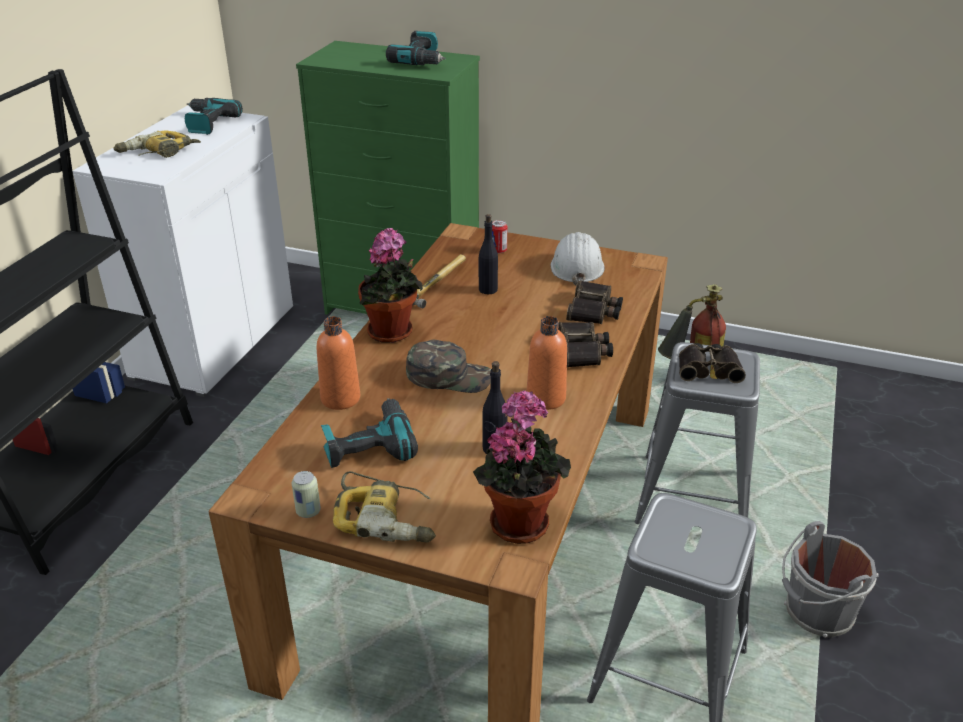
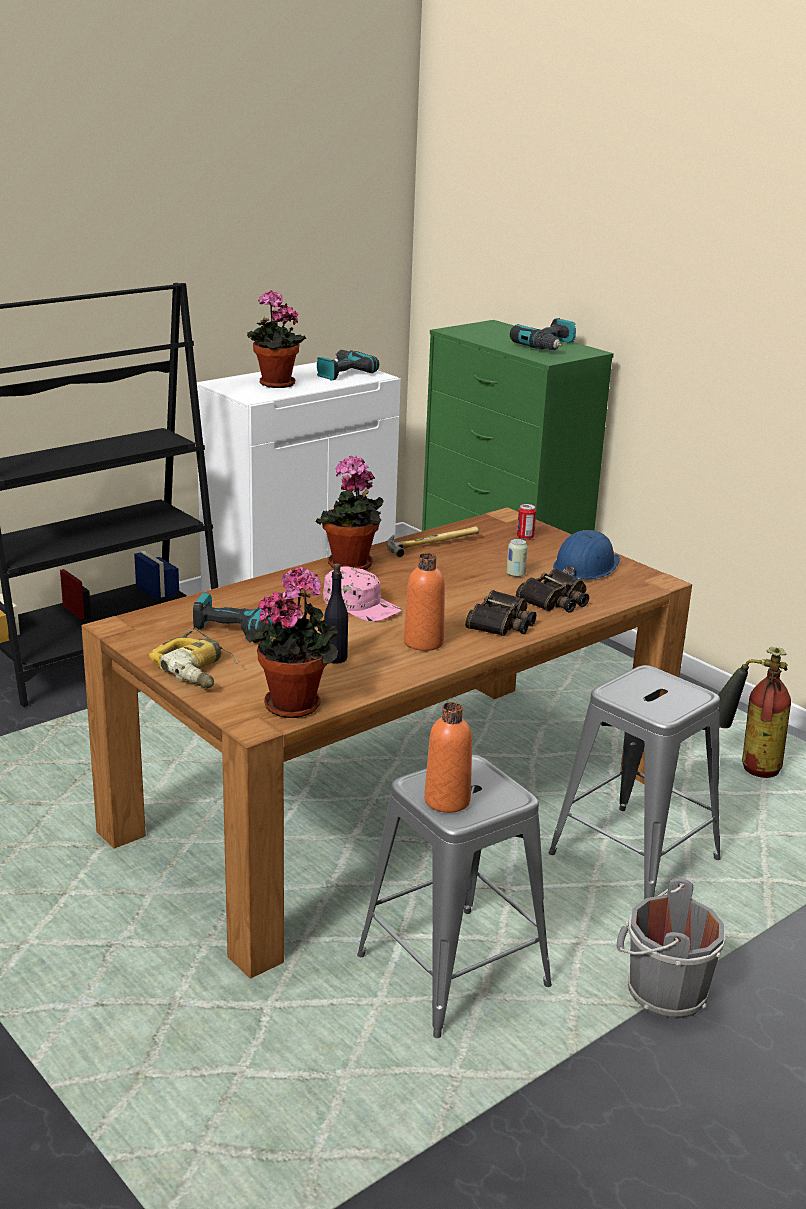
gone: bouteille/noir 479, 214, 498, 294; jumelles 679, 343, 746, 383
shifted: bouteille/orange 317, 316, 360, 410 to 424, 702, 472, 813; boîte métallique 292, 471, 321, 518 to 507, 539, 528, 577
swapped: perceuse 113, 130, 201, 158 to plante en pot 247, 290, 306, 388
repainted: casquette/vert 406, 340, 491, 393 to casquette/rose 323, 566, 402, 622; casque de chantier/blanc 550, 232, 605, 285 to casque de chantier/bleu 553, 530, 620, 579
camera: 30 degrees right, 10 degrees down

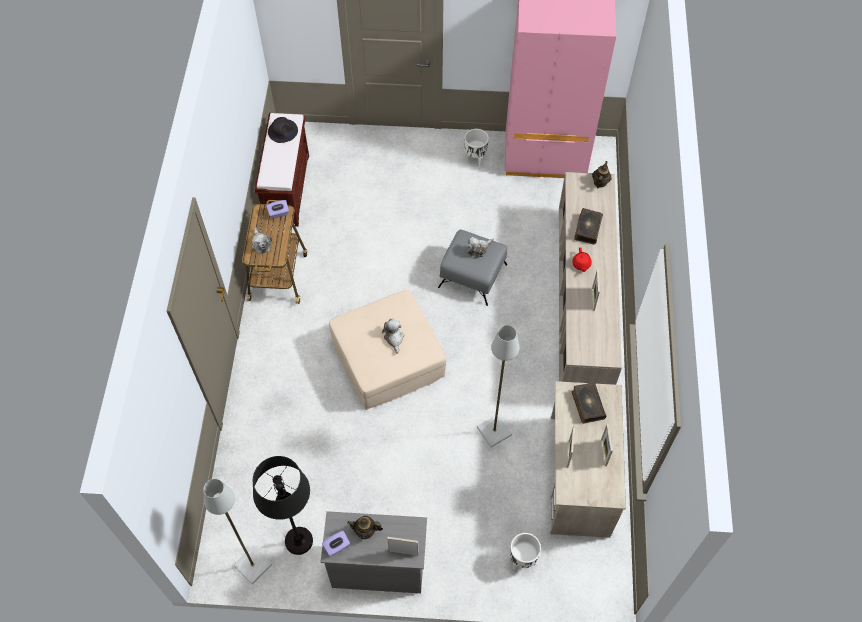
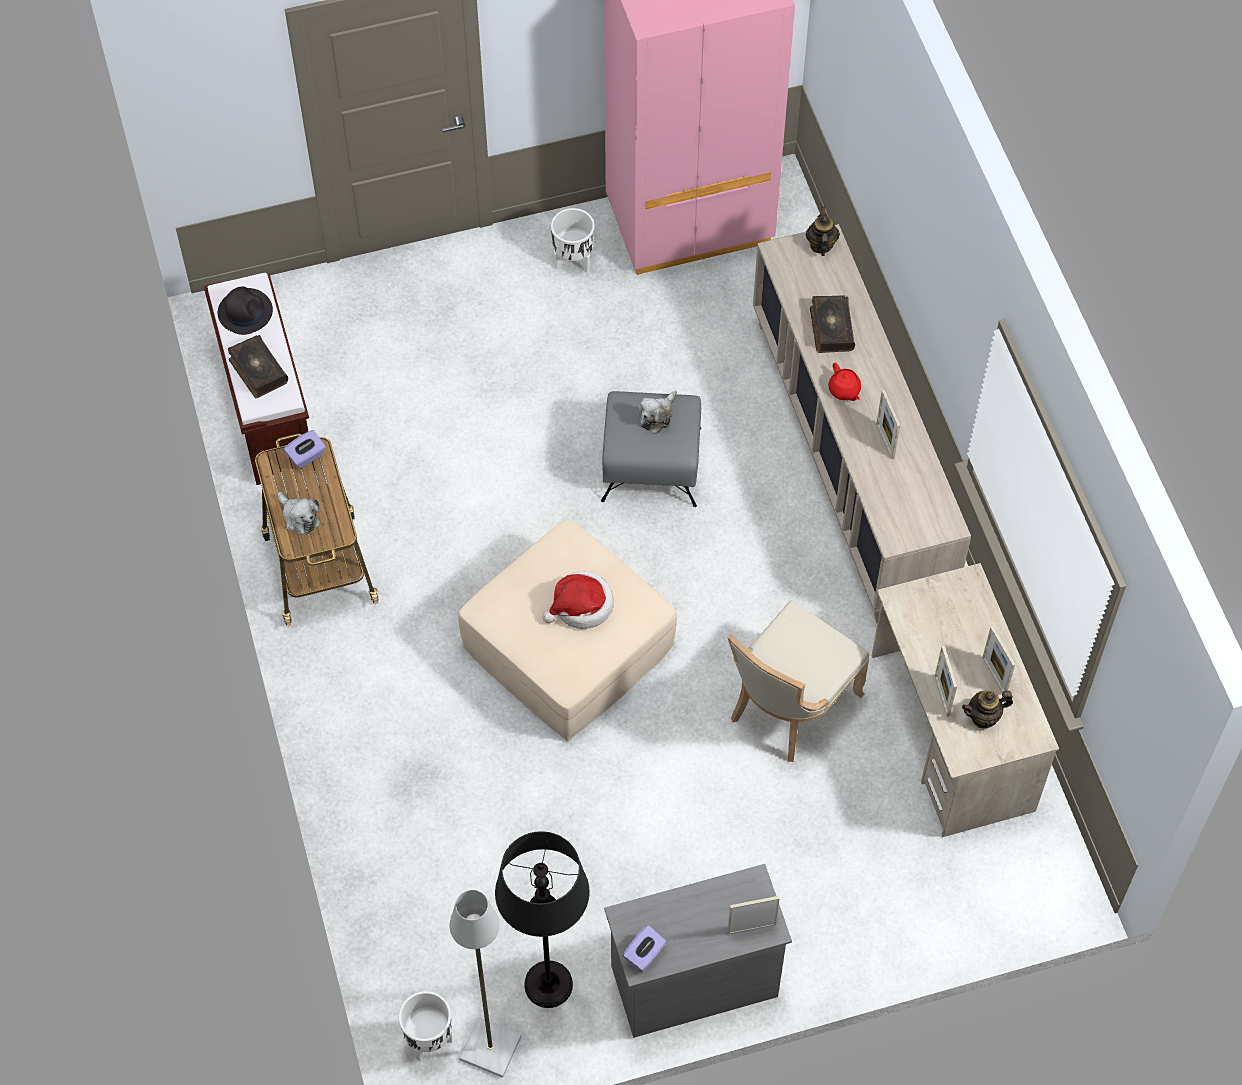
shifted: livre 572, 383, 607, 424 to 228, 335, 288, 398; cache-pot/blanc 510, 533, 541, 570 to 399, 991, 452, 1061; théière 347, 516, 383, 539 to 962, 690, 1013, 729
swapped: peluche 382, 319, 404, 354 to chapeau 542, 571, 614, 629; lampadaire/gris 477, 325, 520, 447 to chaise/beige 728, 600, 869, 762
camera: 20 degrees left, 0 degrees up

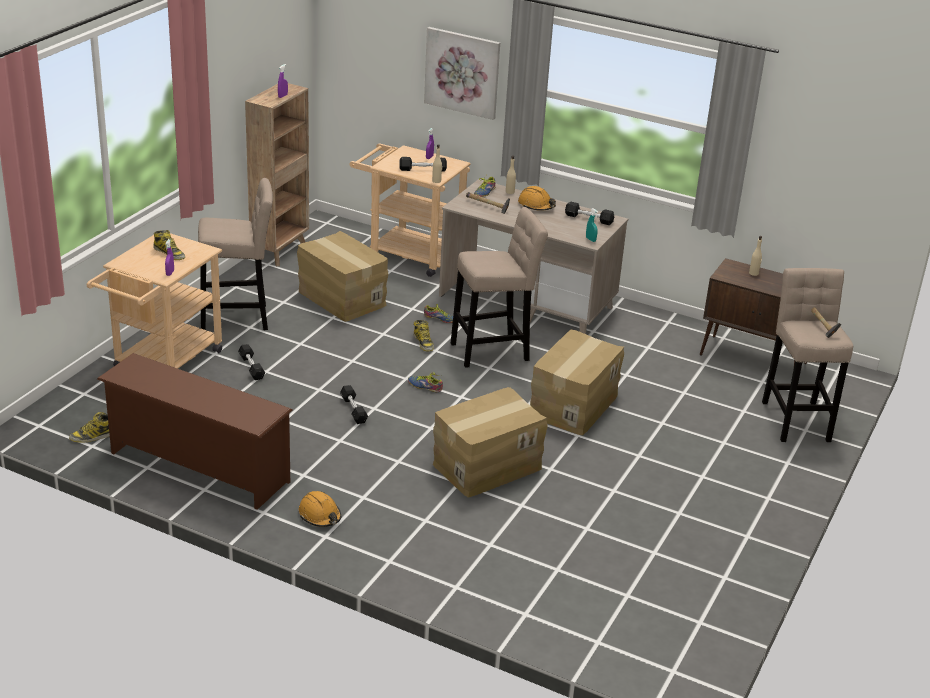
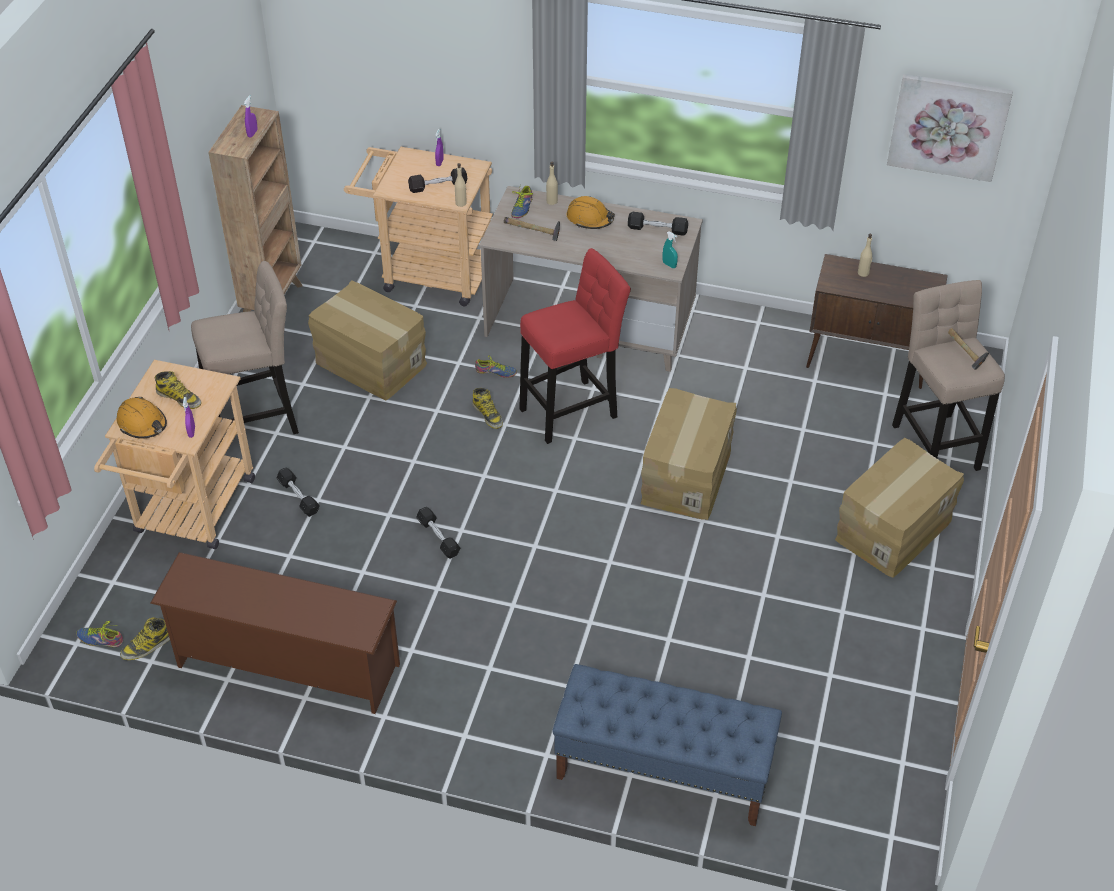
new: banc/bleu 552, 664, 782, 826
shifted: chaussure 408, 373, 443, 392 to 76, 621, 123, 648; casque de chantier/orange 299, 491, 341, 527 to 116, 397, 167, 439; carton 433, 387, 548, 498 to 835, 438, 964, 578; tableau 424, 27, 500, 120 to 887, 74, 1013, 182
repainted: tabouret/beige 451, 207, 548, 368 to tabouret/rouge 519, 248, 631, 444
camera: 10 degrees left, 15 degrees up

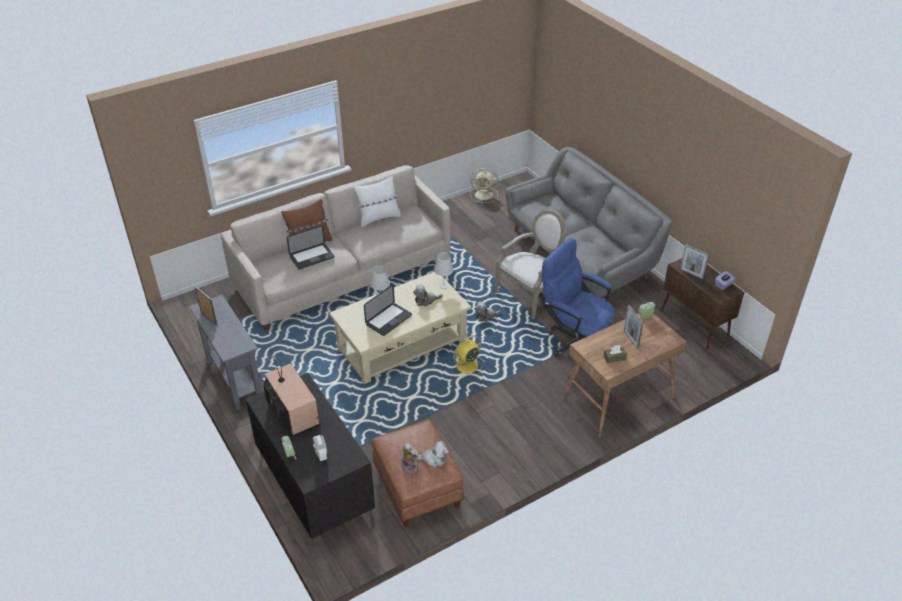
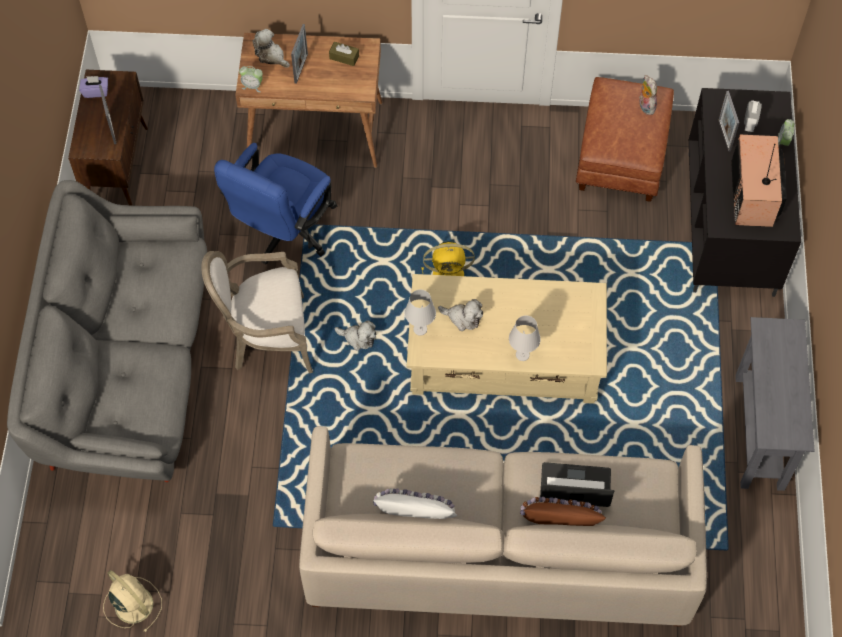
gone: ordinateur portable 364, 284, 412, 336
shifted: peluche 417, 440, 449, 468 to 252, 29, 290, 68; cadre photo 195, 286, 217, 325 to 719, 91, 739, 152
rotated: chaise de bureau/bleu 542, 238, 615, 357 = 214, 143, 337, 264 45 degrees clockwise
camera: 145 degrees left, 20 degrees up

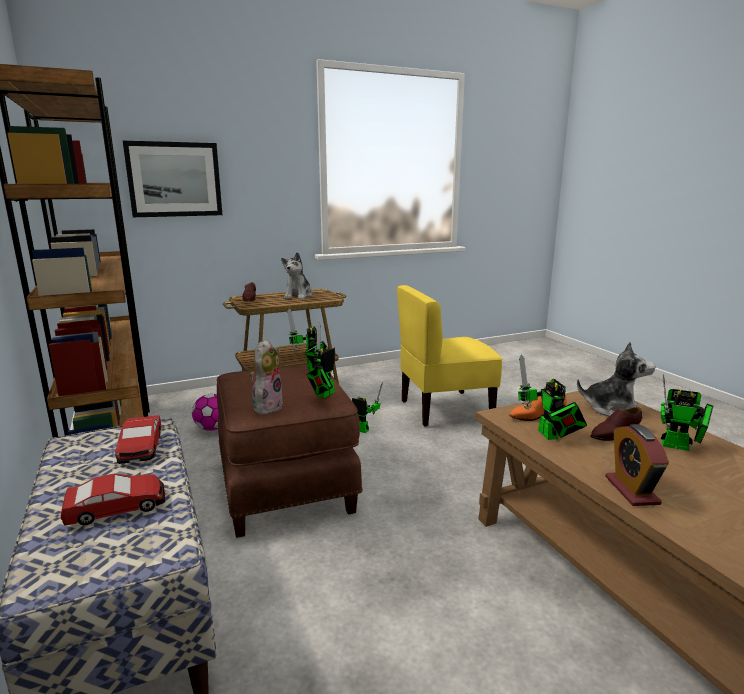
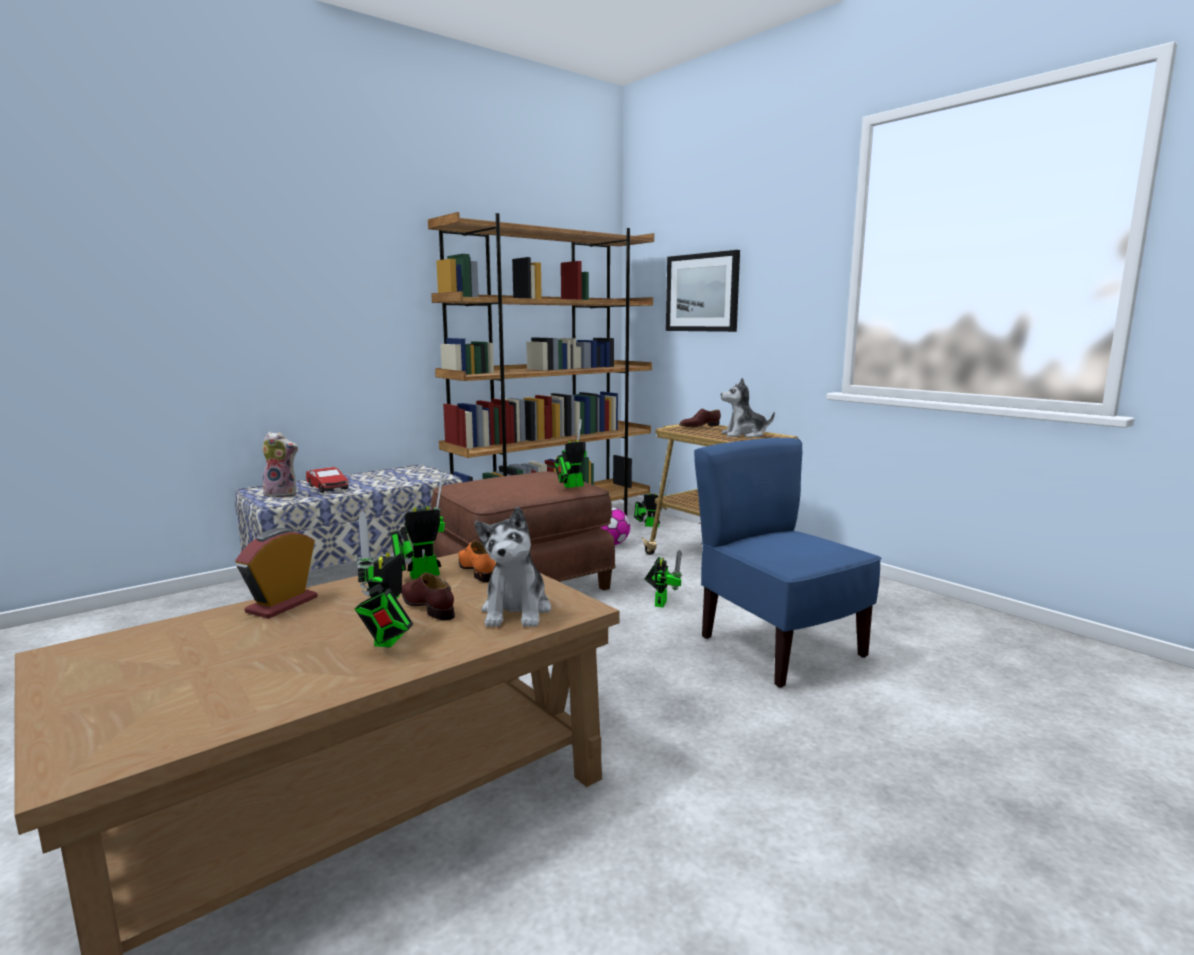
gone: petite voiture 115, 415, 162, 464
shifted: peluche 250, 339, 284, 415 to 262, 432, 298, 498; robot jouet 306, 323, 335, 398 to 634, 478, 670, 527
repainted: chaise/jaune 397, 285, 503, 427 to chaise/bleu 694, 438, 882, 688
rotated: réveil 605, 424, 669, 506 = 235, 528, 317, 619 45 degrees counterclockwise
camera: 75 degrees right, 5 degrees down

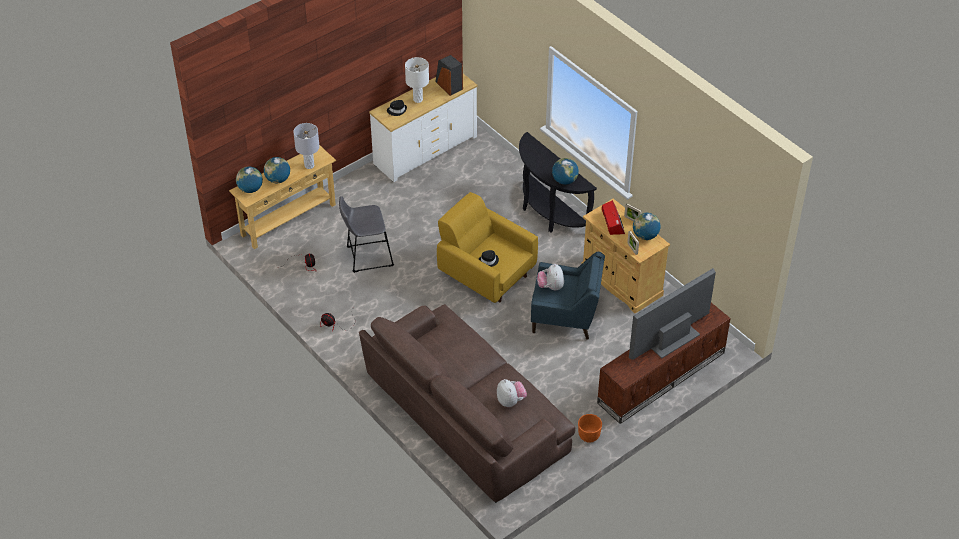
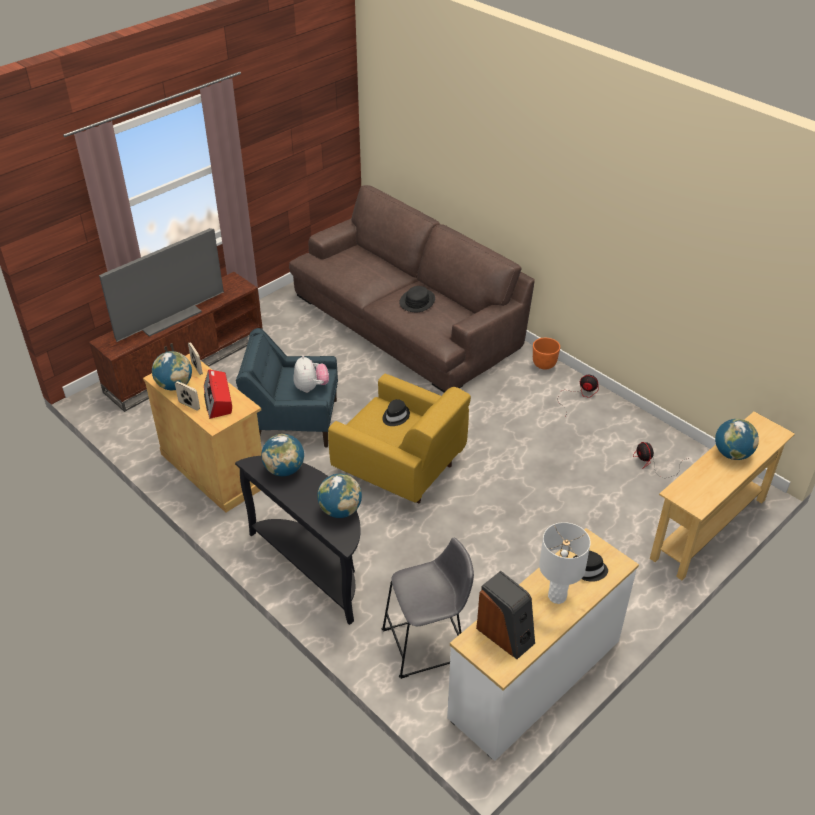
gone: lampe de table/gris 293, 123, 320, 169; peluche 497, 379, 527, 407
new: chapeau/noir 399, 286, 435, 312
shifted: globe 236, 167, 263, 193 to 317, 474, 362, 518; tabouret/gris 339, 196, 394, 273 to 382, 538, 474, 679; cache-pot/orange 578, 414, 602, 443 to 533, 338, 560, 370
camera: 175 degrees right, 5 degrees down

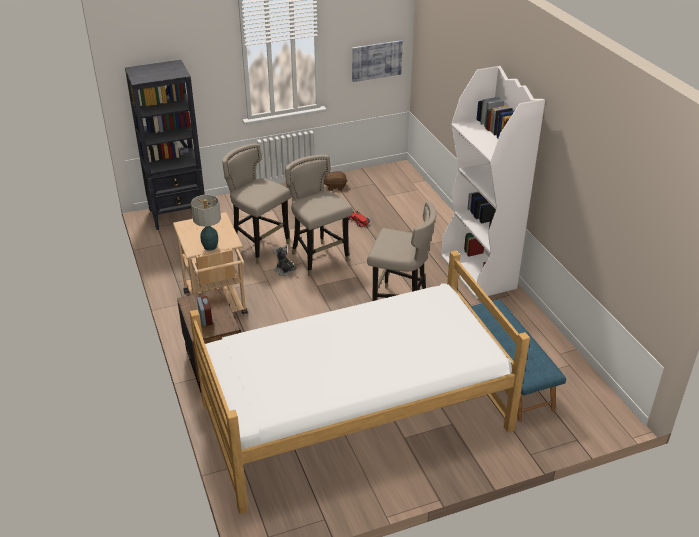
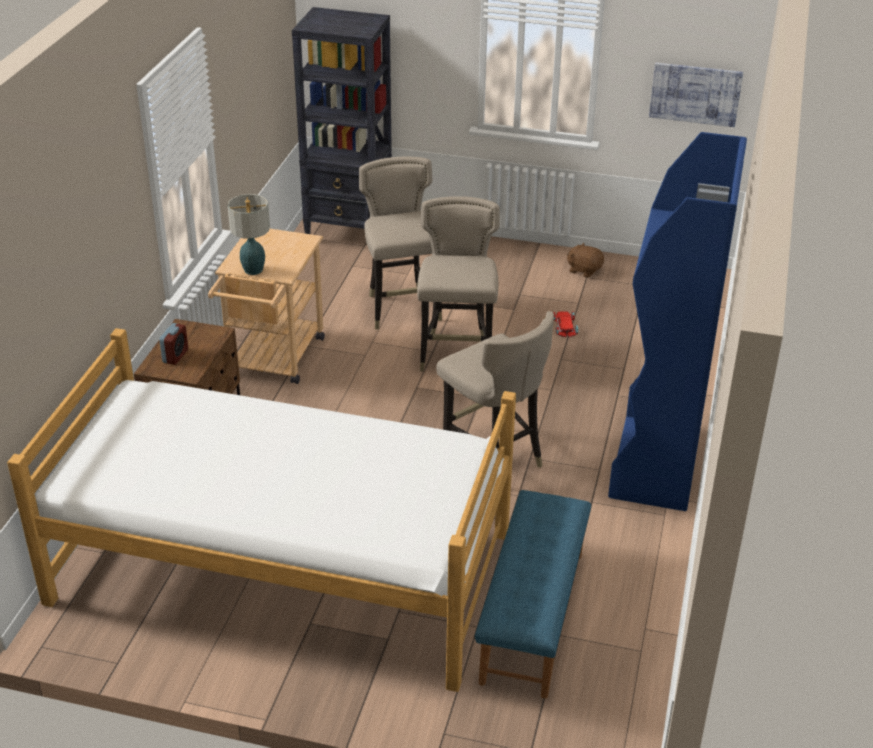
gone: peluche 273, 245, 297, 276
repainted: bibliothèque/blanc 441, 66, 545, 299 to bibliothèque/bleu 608, 132, 747, 511
camera: 35 degrees right, 0 degrees up

